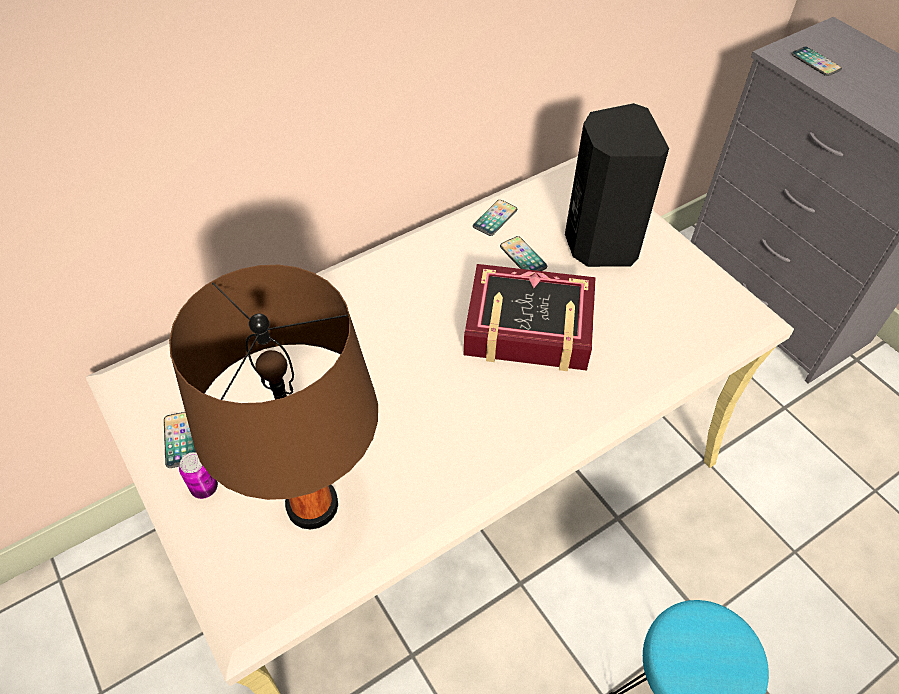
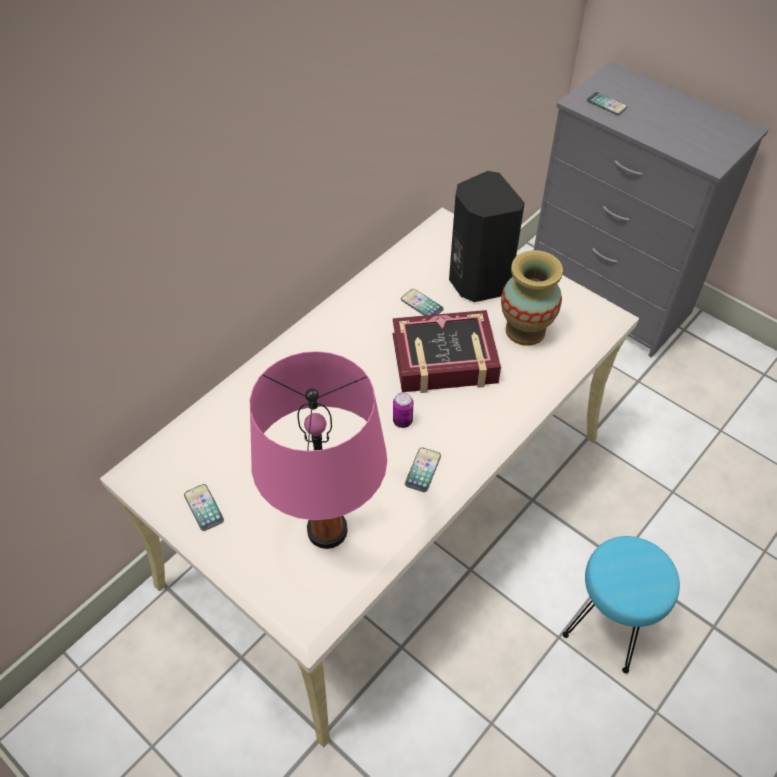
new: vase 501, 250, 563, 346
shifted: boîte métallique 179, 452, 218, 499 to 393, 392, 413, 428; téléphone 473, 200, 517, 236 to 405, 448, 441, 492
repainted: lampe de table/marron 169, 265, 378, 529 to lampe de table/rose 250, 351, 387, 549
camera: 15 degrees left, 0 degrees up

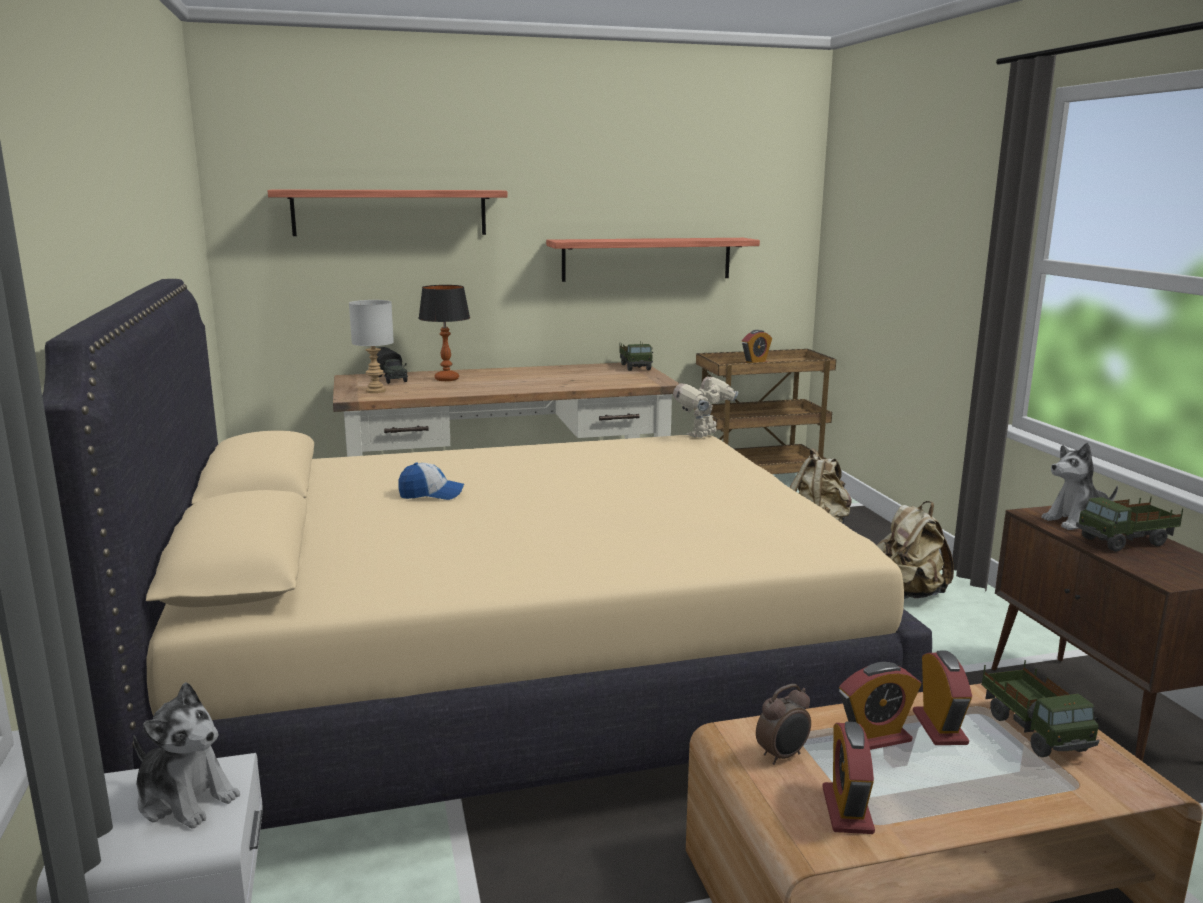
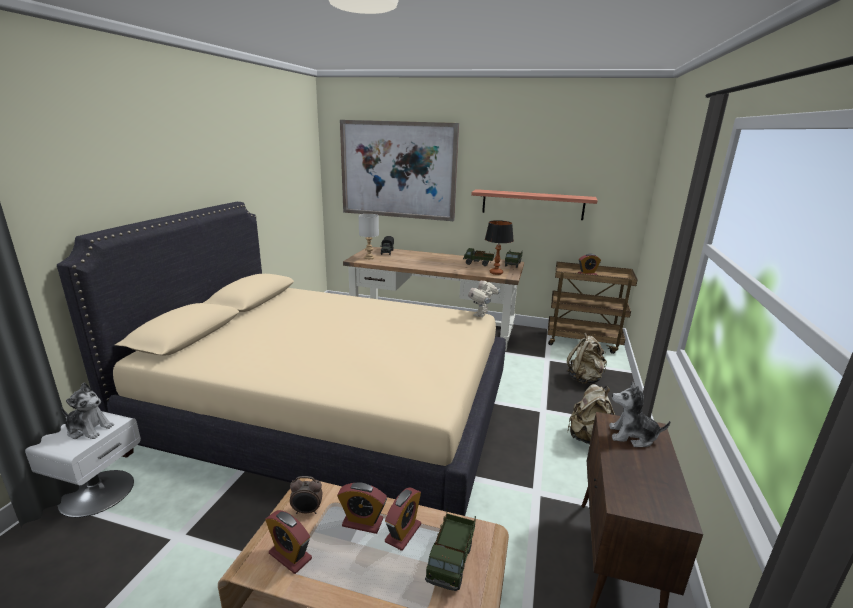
gone: casquette 399, 462, 464, 500
shifted: camion jouet 1076, 497, 1183, 552 to 463, 248, 494, 266; lampe de table 418, 285, 470, 381 to 485, 220, 514, 275
swapped: étagère 268, 190, 508, 236 to tableau 340, 120, 459, 221
rotated: peluche 133, 682, 240, 829 = 61, 382, 114, 439 45 degrees counterclockwise; réveil 822, 722, 875, 834 = 266, 510, 312, 574 90 degrees counterclockwise; robot jouet 673, 372, 738, 438 = 468, 281, 500, 317 45 degrees counterclockwise
camera: 30 degrees right, 5 degrees up

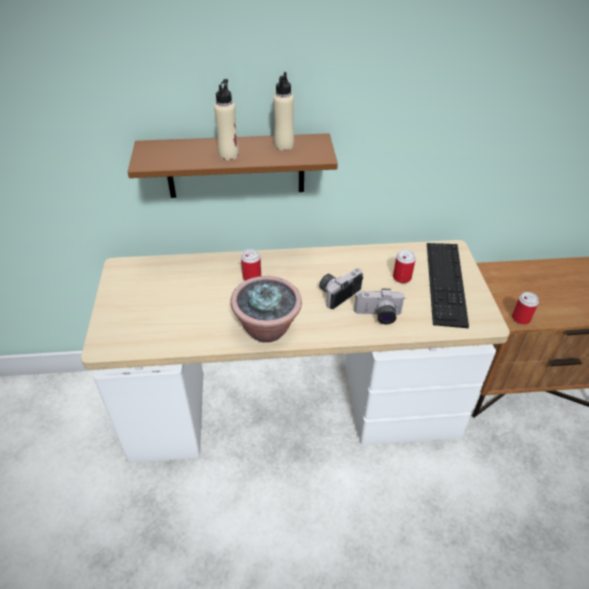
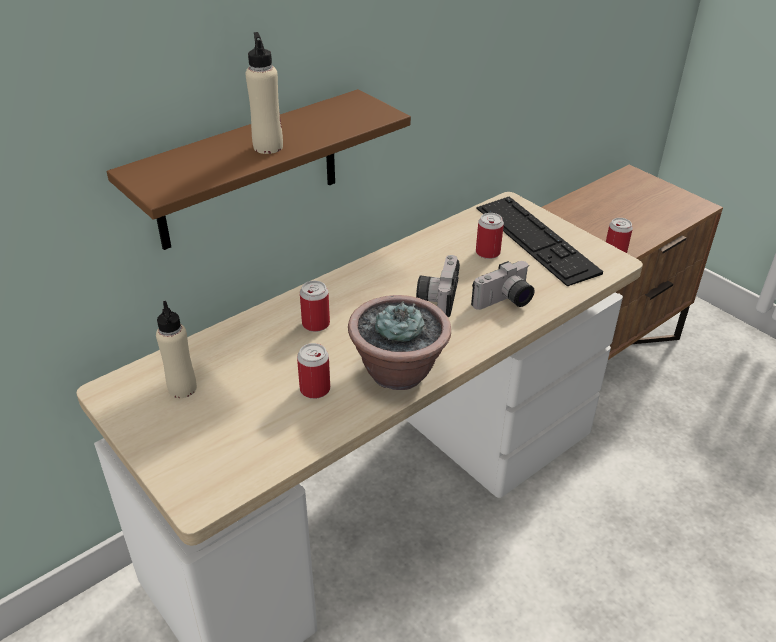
new: boîte métallique 297, 343, 330, 399
shifted: bouteille/beige 273, 72, 294, 151 to 156, 301, 197, 398
camera: 35 degrees left, 5 degrees down

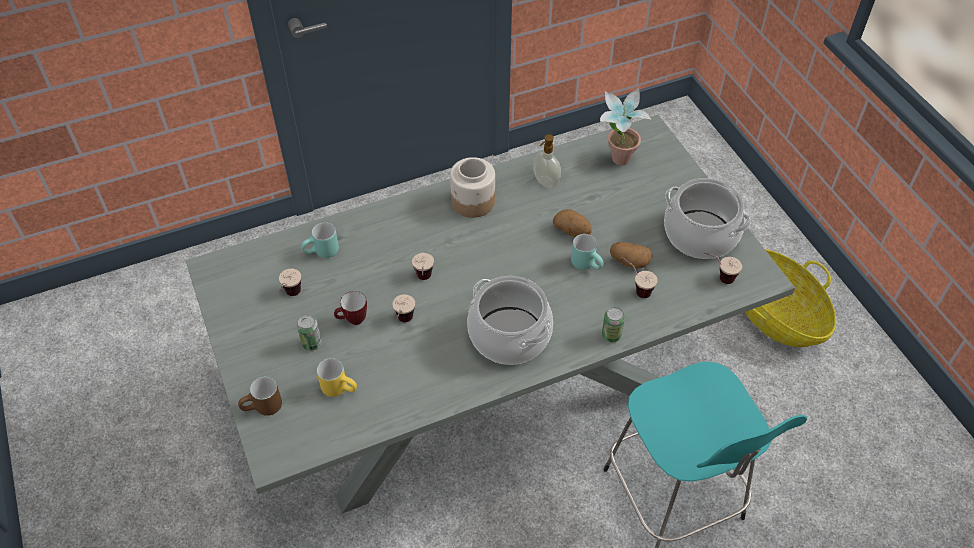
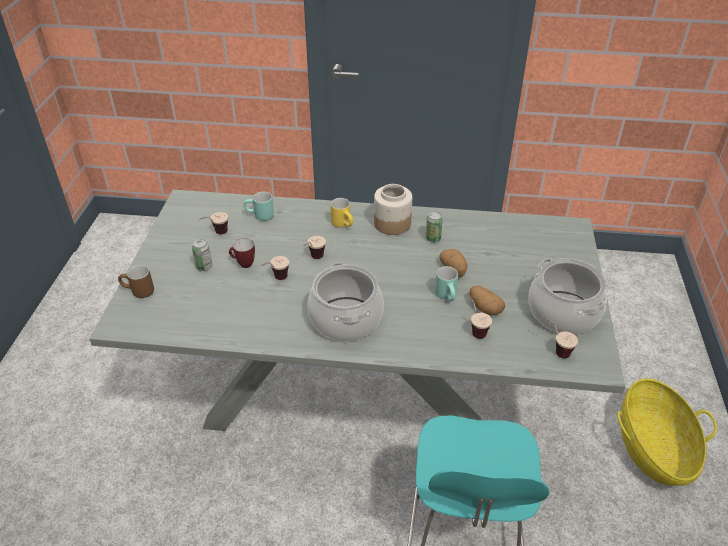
gone: distributeur de savon 533, 135, 561, 189; plante en pot 600, 87, 651, 166
shifted: mug/jaune 317, 358, 357, 397 to 331, 198, 353, 227; boîte métallique 602, 307, 625, 343 to 426, 212, 443, 242
camera: 30 degrees right, 10 degrees down

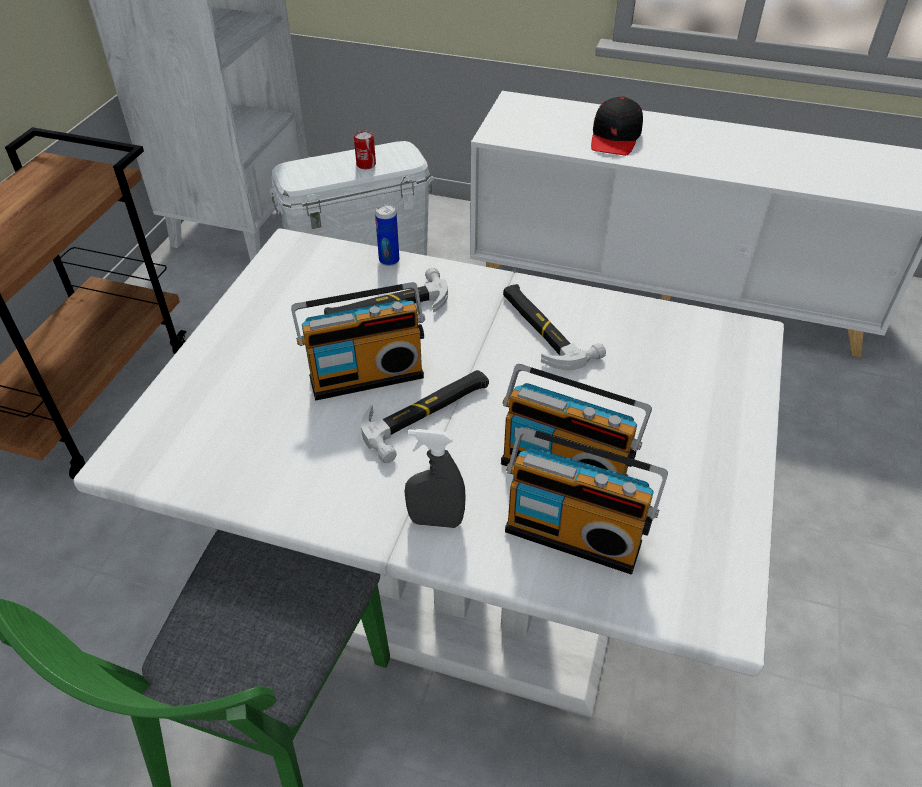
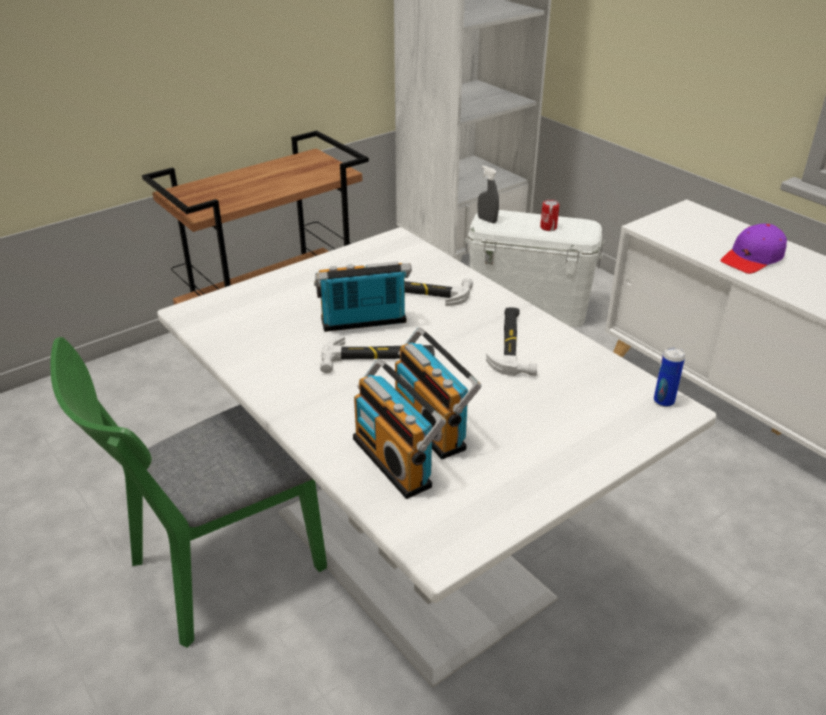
shifted: vaporisateur/gris 404, 429, 466, 528 to 478, 166, 499, 223; boîte métallique 375, 204, 399, 266 to 654, 347, 685, 407
repainted: casquette/noir 591, 97, 643, 156 to casquette/violet 720, 224, 787, 274
rotated: radio 291, 282, 425, 400 = 314, 262, 412, 332 150 degrees clockwise
camera: 35 degrees right, 10 degrees down

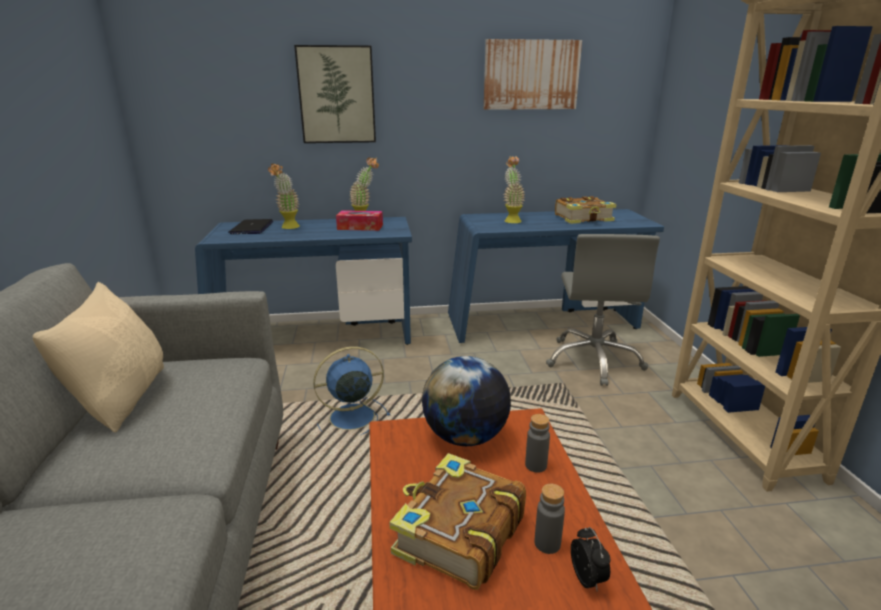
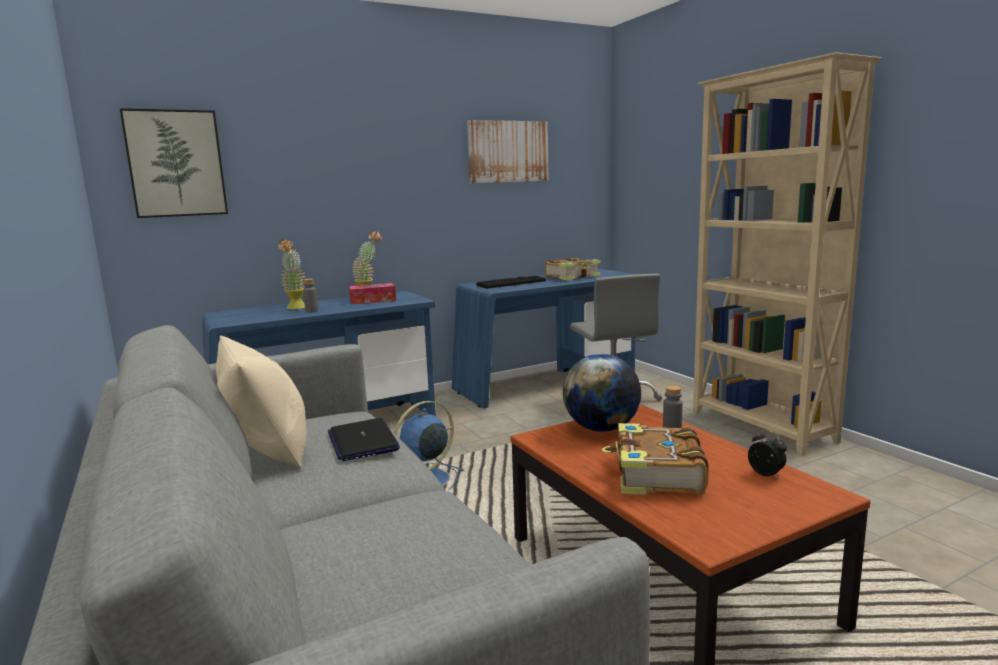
shifted: tableau 294, 45, 376, 143 to 120, 108, 228, 218; bouteille/gris 534, 484, 565, 554 to 303, 279, 318, 313; ordinateur portable 228, 219, 273, 234 to 328, 418, 400, 461
swapped: plante en pot 503, 156, 525, 223 to clavier 476, 276, 546, 289
camera: 20 degrees left, 10 degrees down

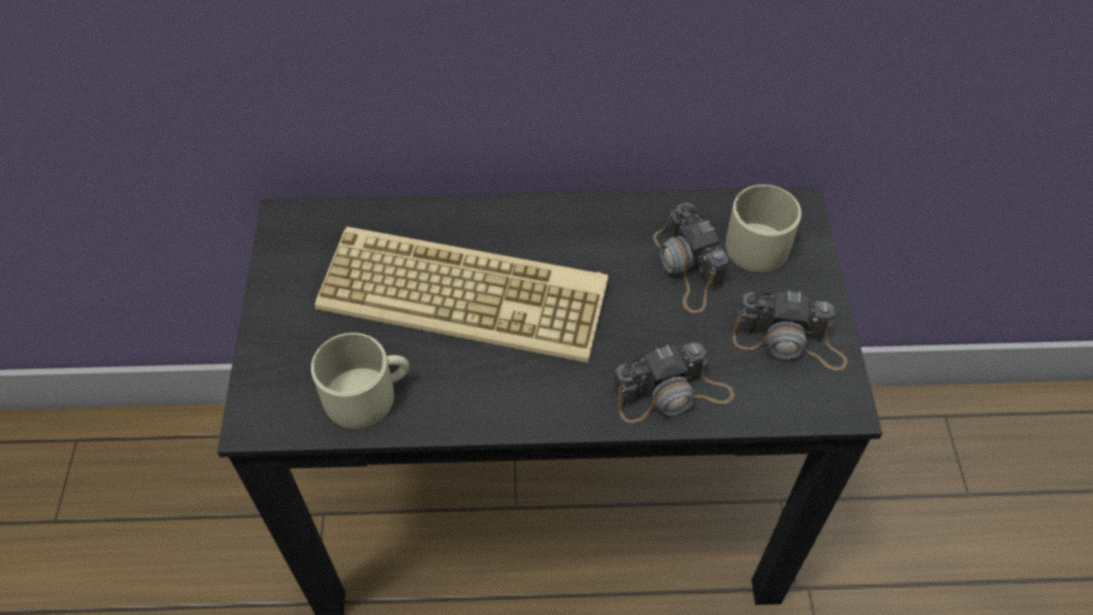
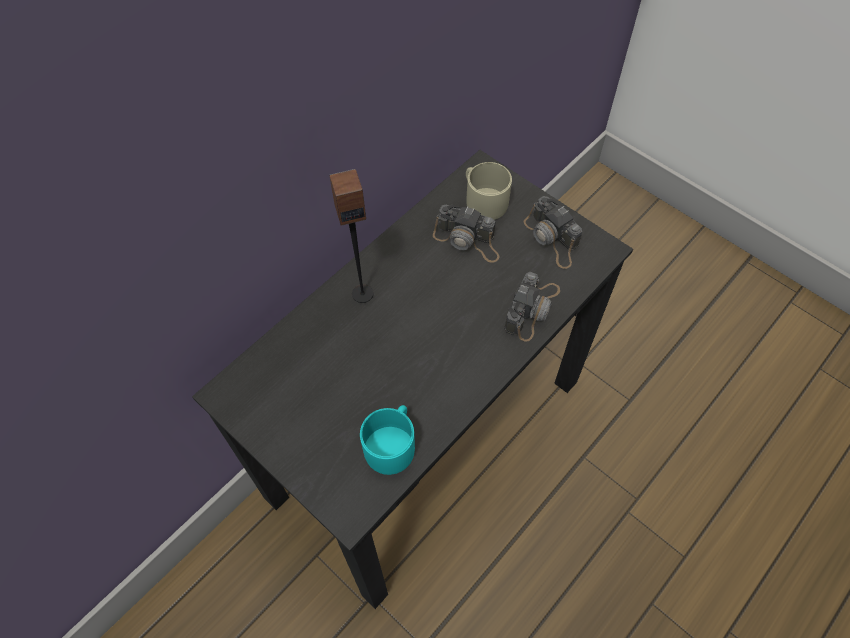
gone: clavier 315, 227, 608, 363
new: enceinte 330, 169, 374, 303
repainted: mug/beige 311, 333, 409, 429 to mug/turquoise 360, 405, 415, 475
rotated: appareil photo 733, 290, 847, 371 = 524, 196, 582, 269 90 degrees clockwise
camera: 45 degrees left, 5 degrees up

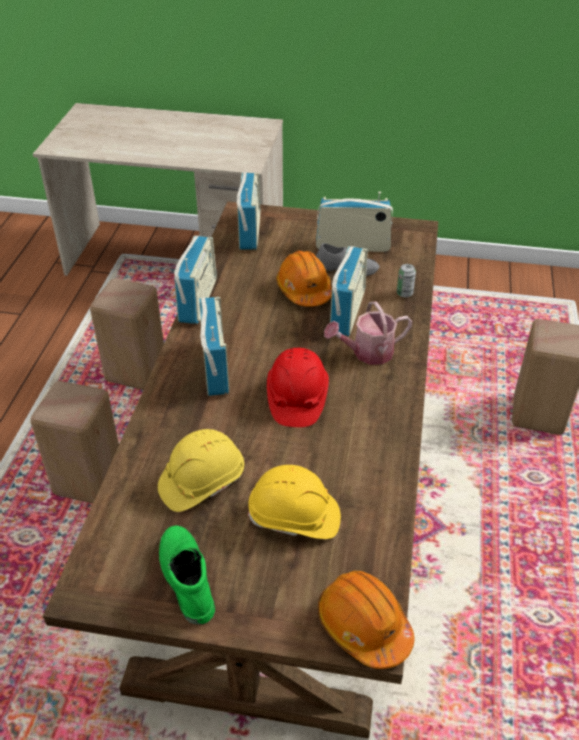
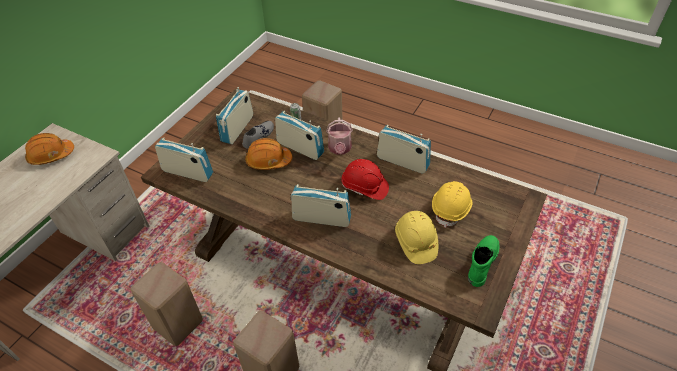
shifted: casque de chantier/orange 318, 571, 414, 669 to 25, 133, 74, 165; radio 174, 236, 217, 324 to 377, 125, 431, 174
rotated: botte/vert 159, 525, 215, 625 = 468, 235, 499, 287 120 degrees clockwise
camera: 70 degrees left, 5 degrees up

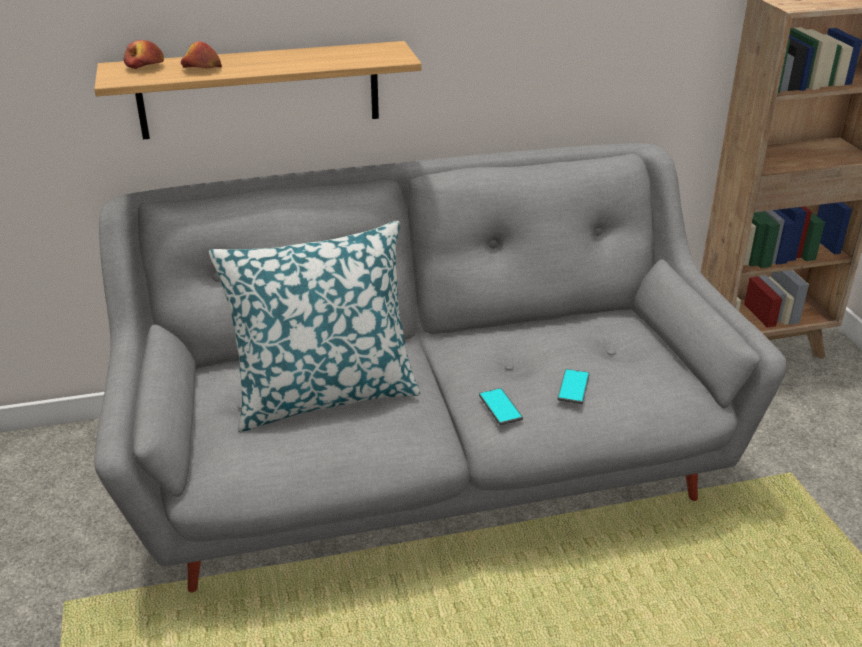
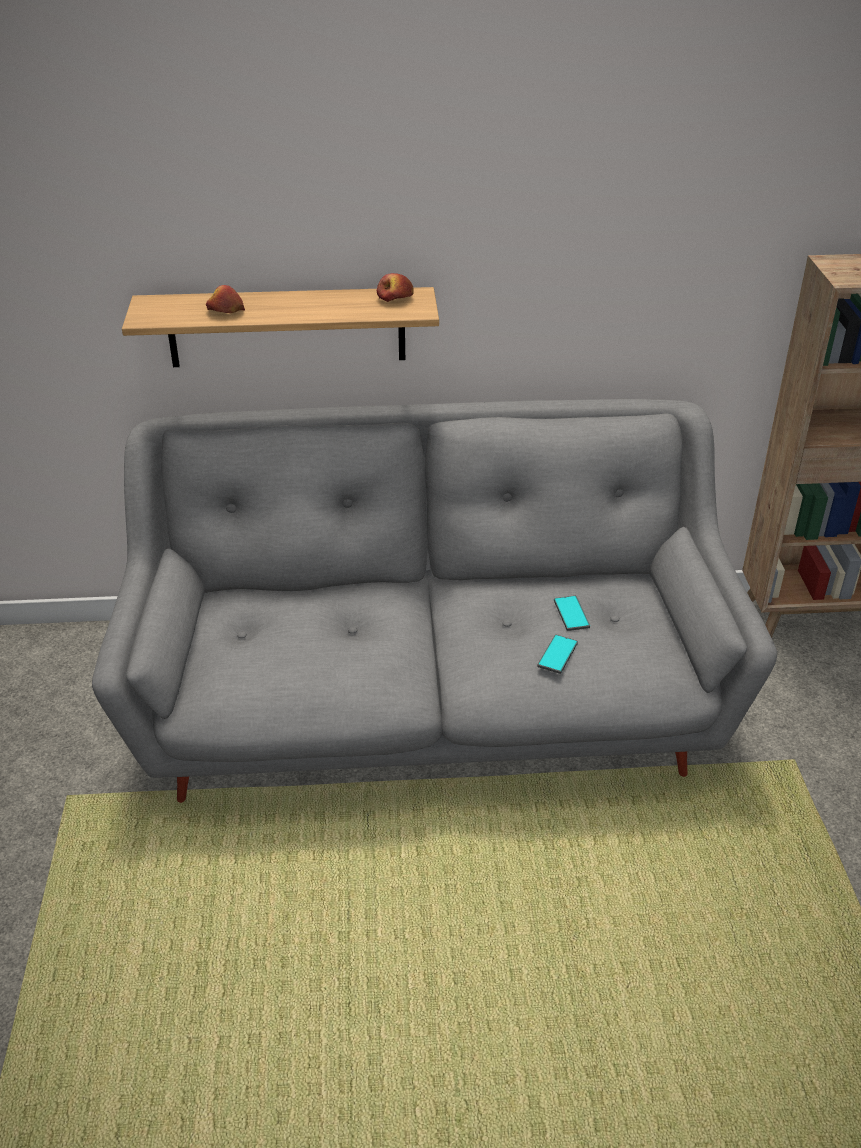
gone: coussin 209, 221, 420, 432
shifted: pomme 124, 40, 164, 69 to 377, 273, 414, 302; téléphone 479, 388, 523, 425 to 554, 596, 590, 631
camera: 10 degrees right, 5 degrees up

